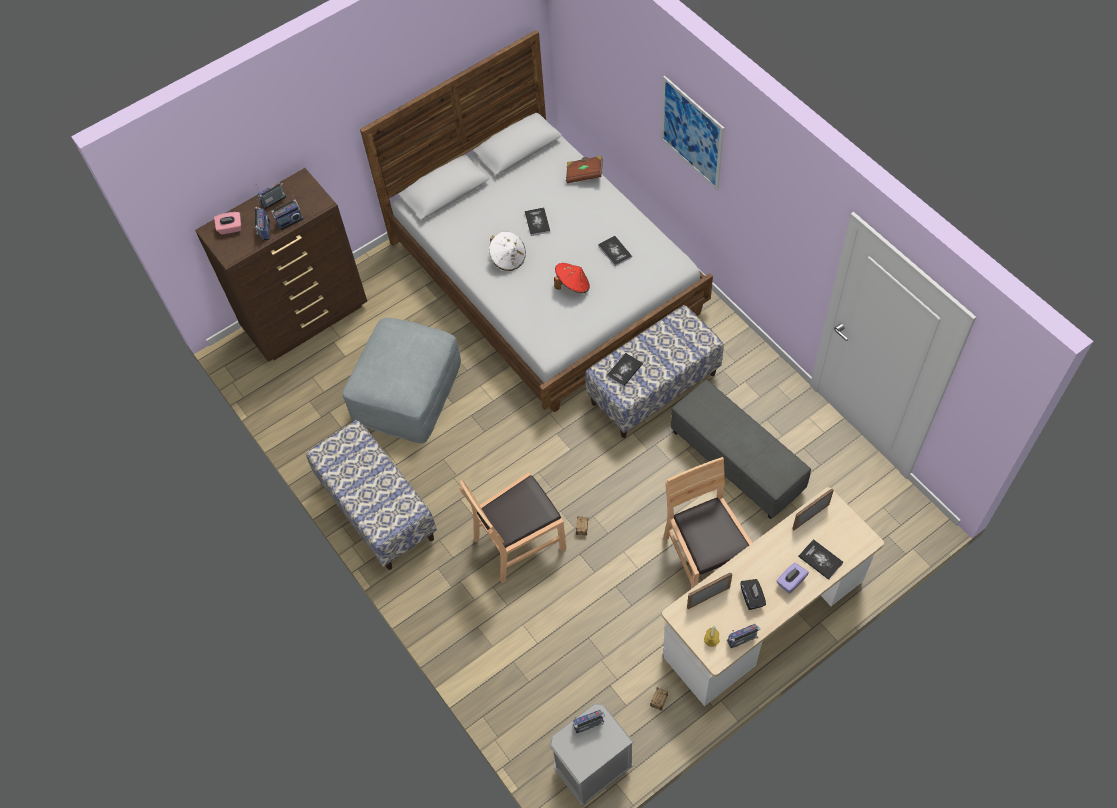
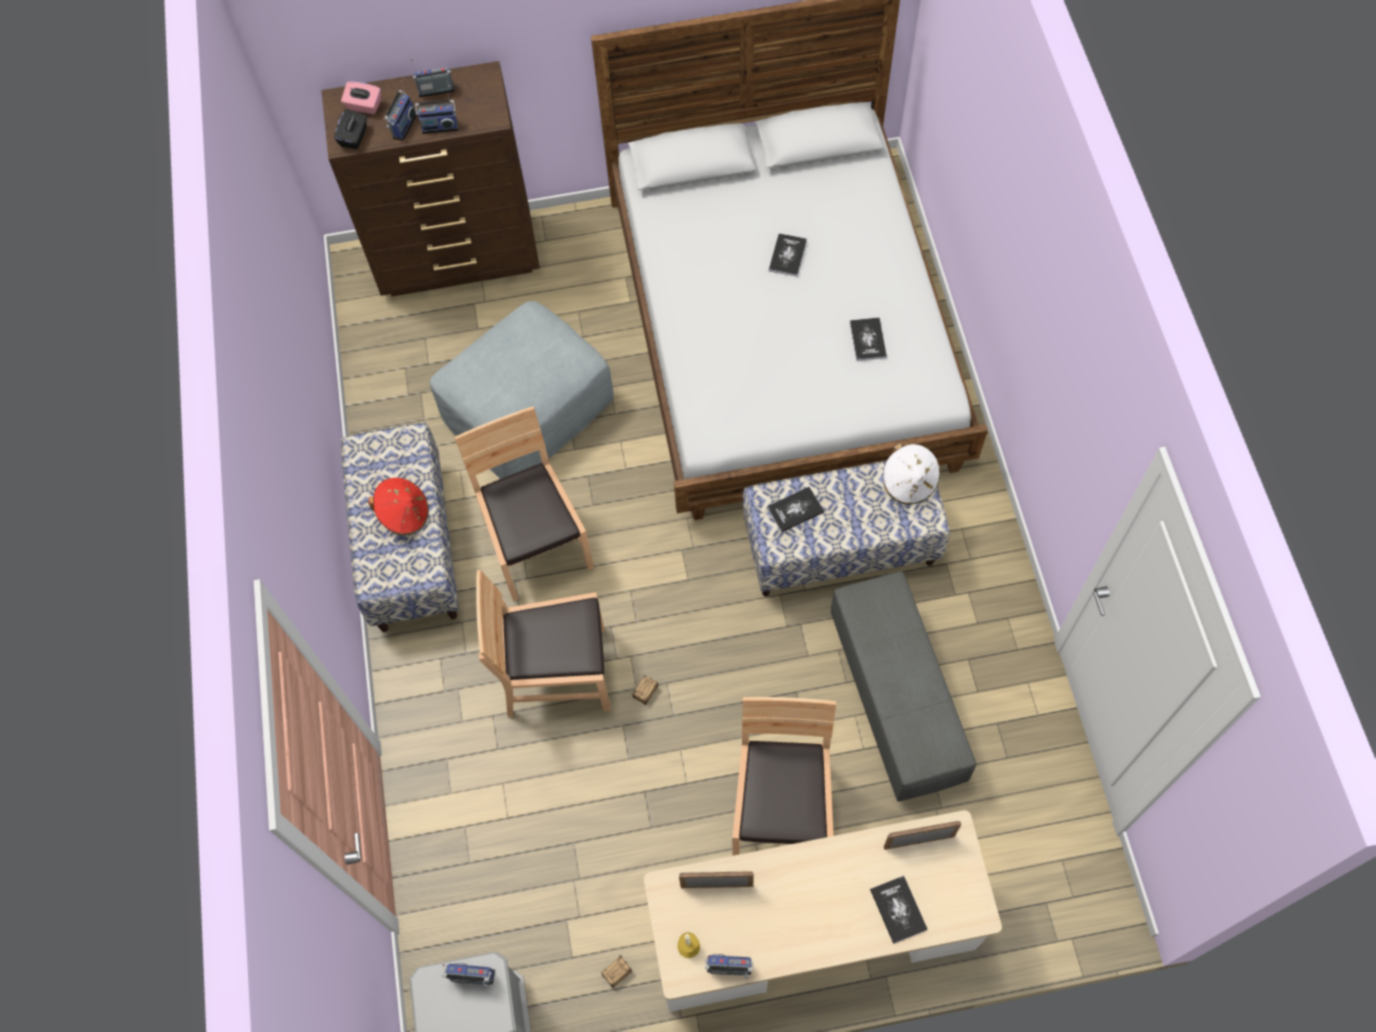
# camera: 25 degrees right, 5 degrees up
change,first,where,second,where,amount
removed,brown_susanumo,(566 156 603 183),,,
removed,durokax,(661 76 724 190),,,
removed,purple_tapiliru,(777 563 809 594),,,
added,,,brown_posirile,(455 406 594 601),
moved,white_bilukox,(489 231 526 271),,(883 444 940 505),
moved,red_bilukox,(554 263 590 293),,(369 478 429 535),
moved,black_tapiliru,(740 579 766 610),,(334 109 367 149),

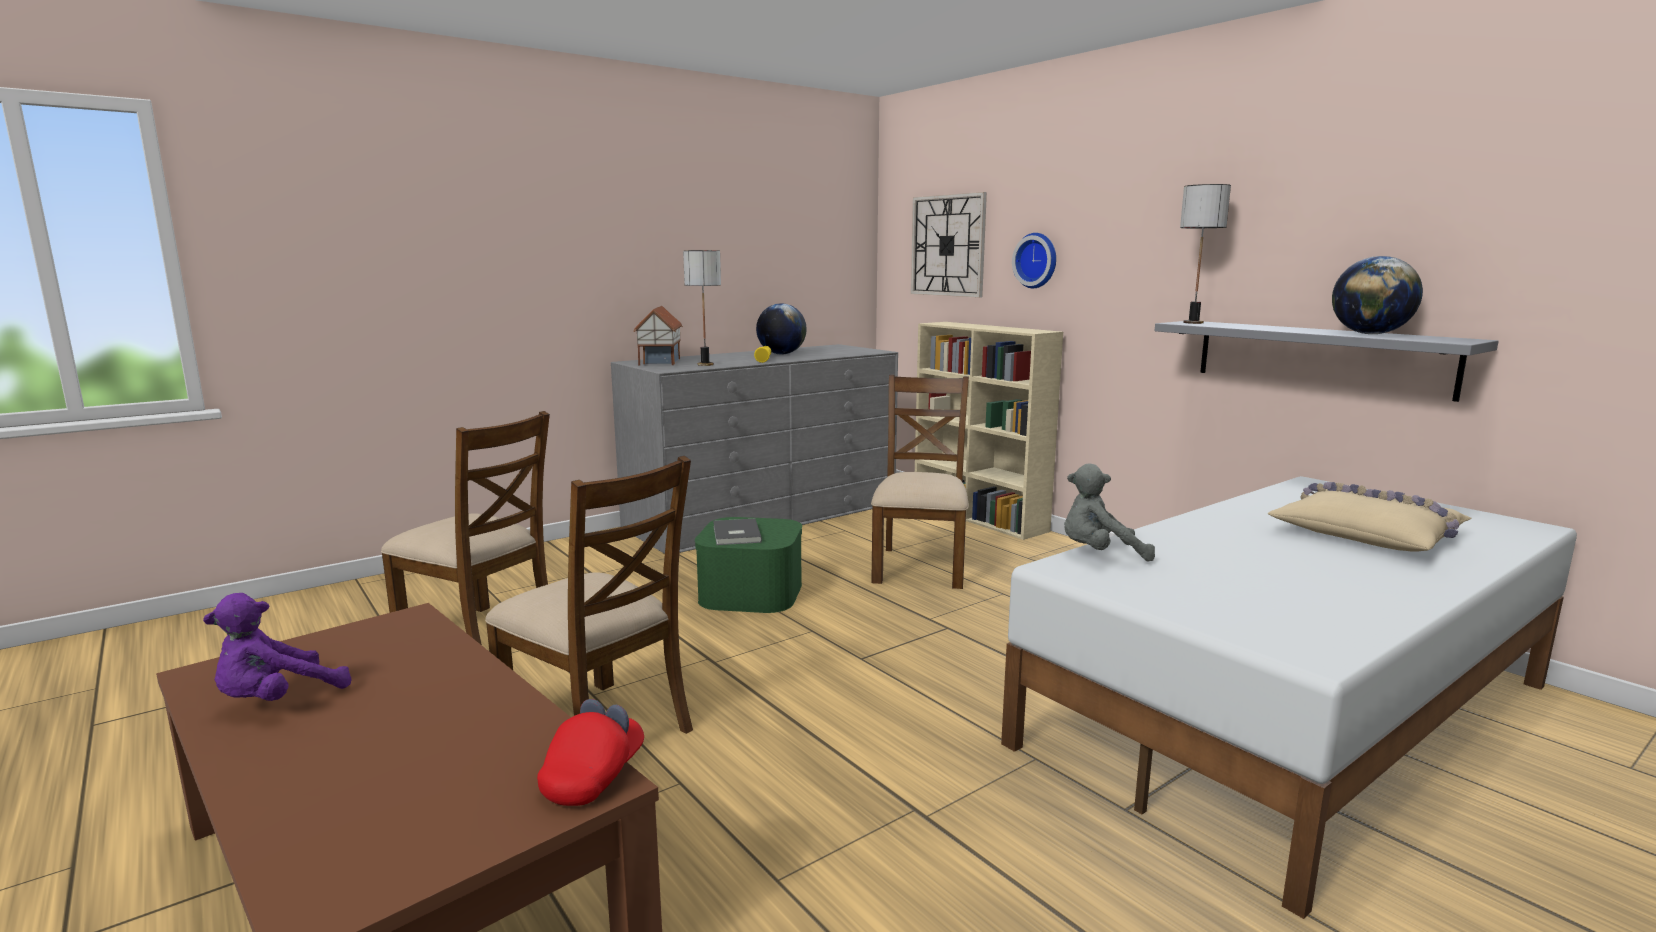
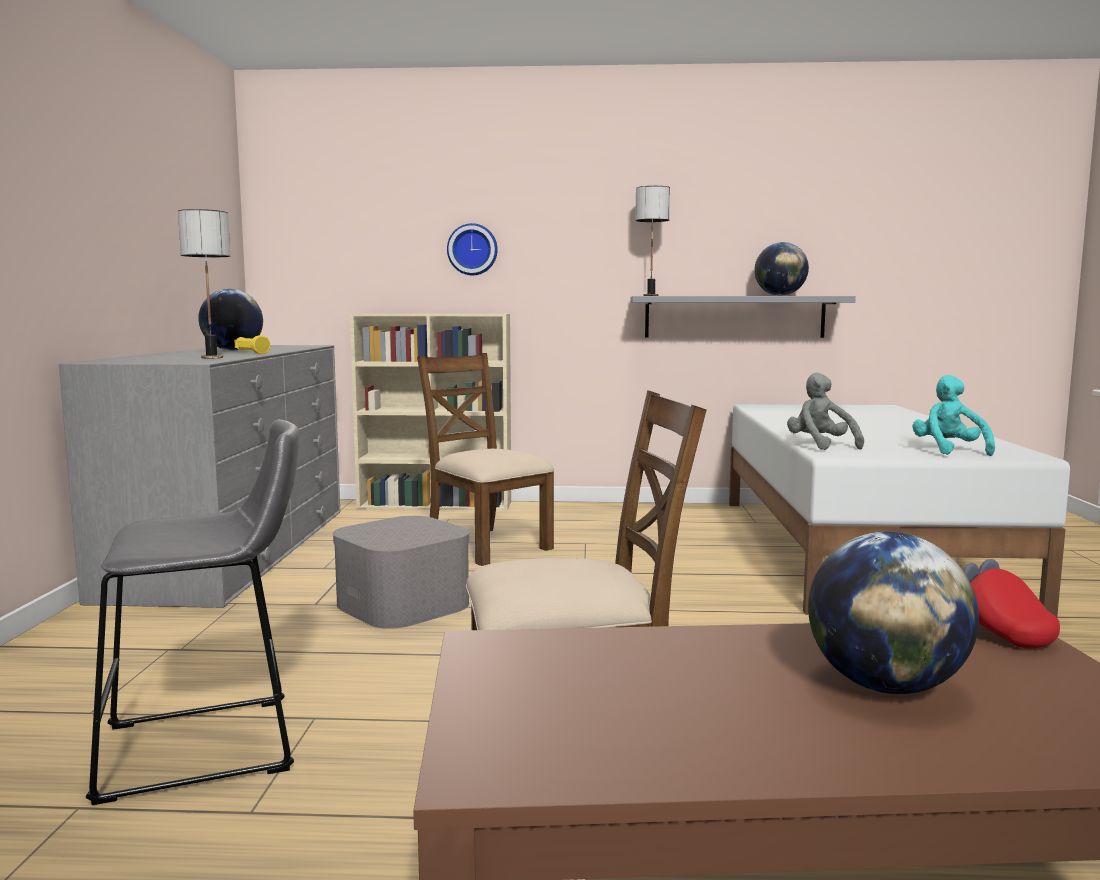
# camera: 50 degrees left, 5 degrees down
change,first,where,second,where,amount
removed,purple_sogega,(203 593 352 701),,,
removed,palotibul,(633 306 683 366),,,
removed,grey_susanumo,(713 519 762 545),,,
removed,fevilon,(911 192 987 298),,,
removed,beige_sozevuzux,(1268 482 1472 551),,,
added,,,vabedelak,(808 532 979 694),
added,,,turquoise_sogega,(912 375 995 456),
replaced,brown_posirile,(381 411 550 645),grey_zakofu,(86 419 299 805),
recoloured,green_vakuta,(695 517 802 613),grey_vakuta,(332 516 470 629),
turned,grey_sogega,(1064 463 1155 562),,(787 373 864 450),120 degrees clockwise

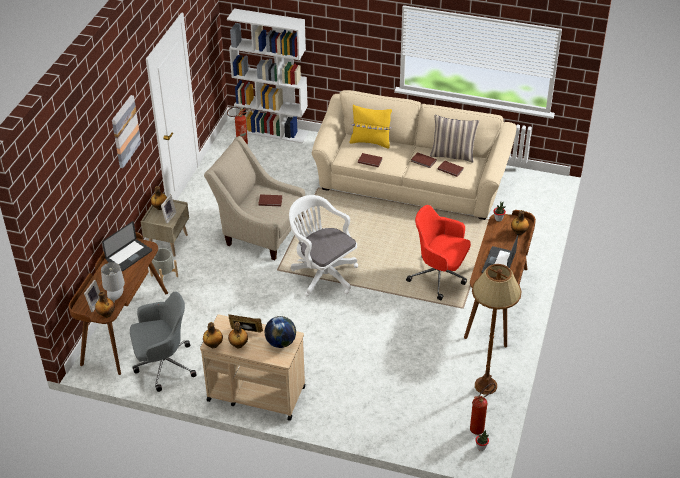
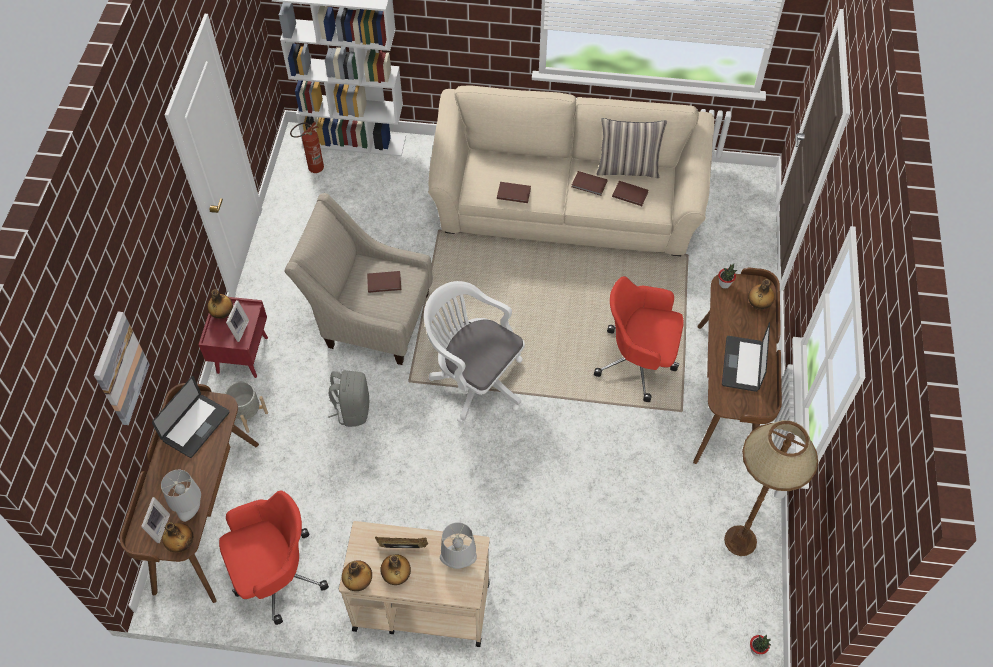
# camera: 10 degrees left, 15 degrees up
change,first,where,second,where,amount
removed,yellow_sozevuzux,(349 104 392 149),,,
removed,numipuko,(470 383 496 435),,,
added,,,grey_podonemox,(328 370 370 427),
moved,durokax,(112 95 141 168),,(94 312 150 425),
replaced,vabedelak,(265 316 296 348),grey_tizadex,(440 522 477 569),
recoloured,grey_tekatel,(130 291 197 392),red_tekatel,(219 490 329 625),
recoloured,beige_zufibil,(141 200 189 257),red_zufibil,(199 297 268 378),

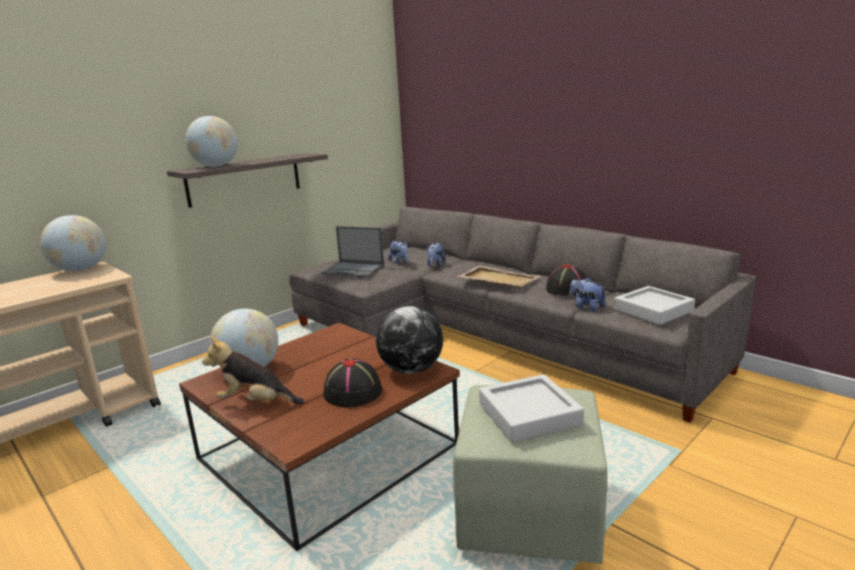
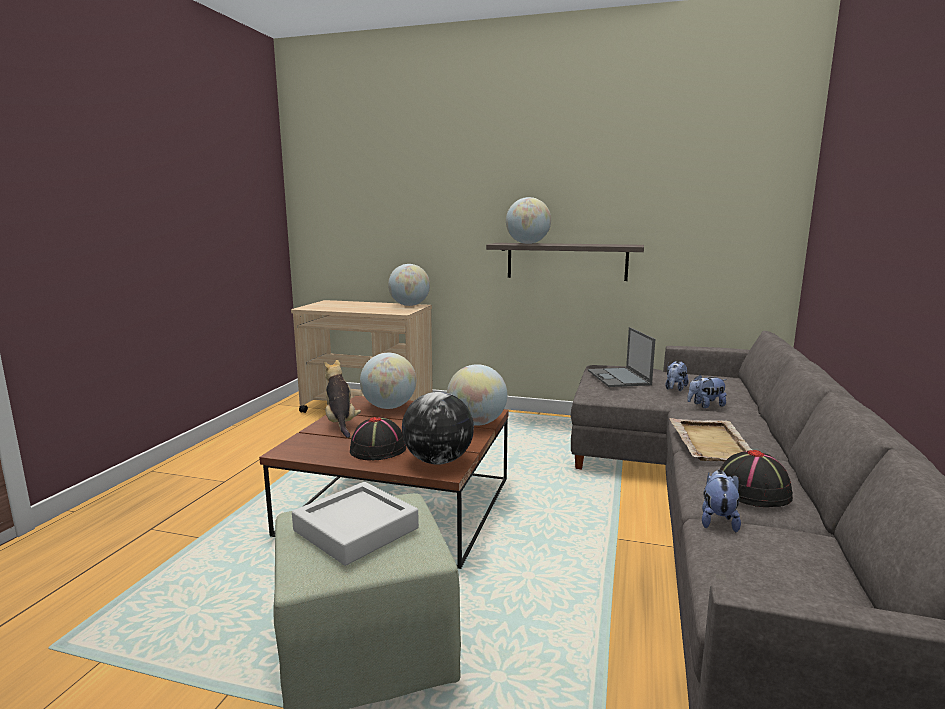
# camera: 60 degrees right, 5 degrees down
change,first,where,second,where,amount
removed,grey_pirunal,(614 286 695 325),,,
added,,,vabedelak,(447 364 507 426),

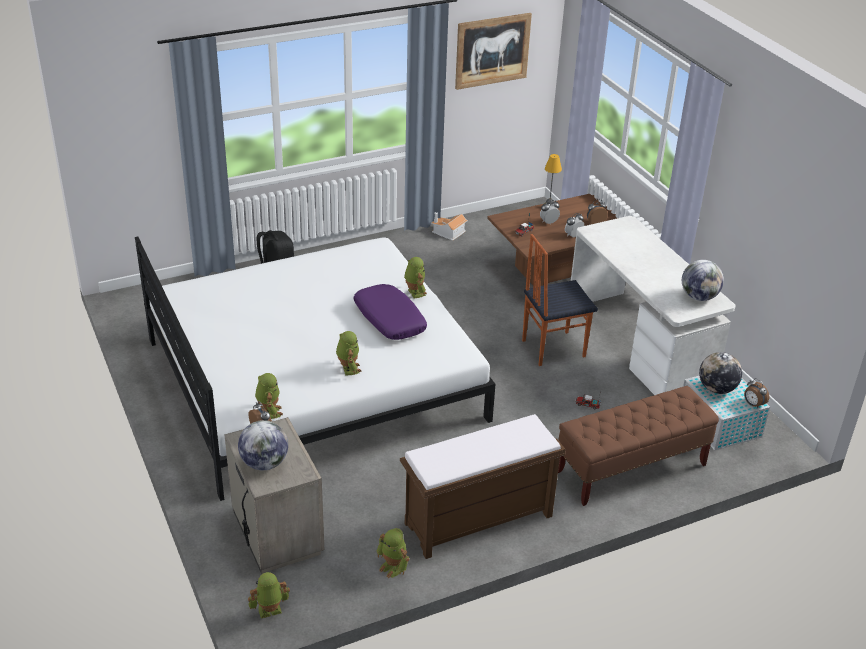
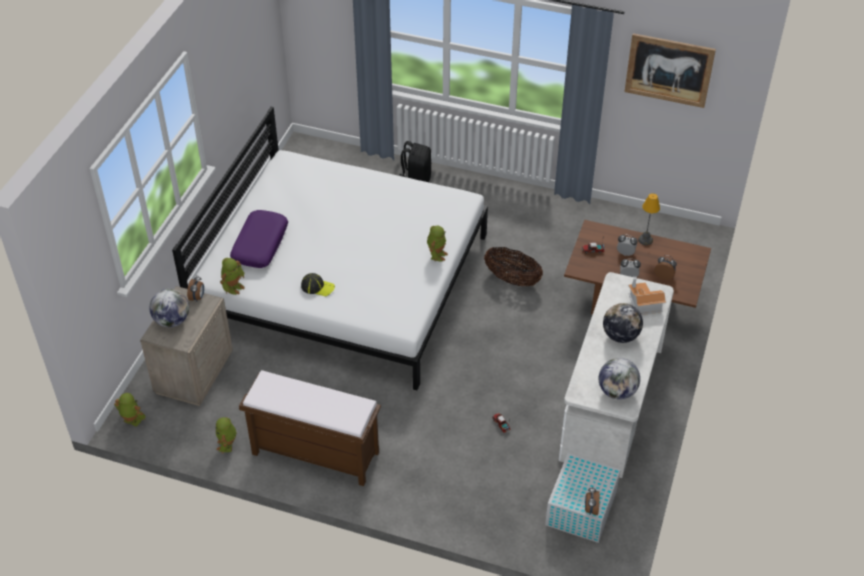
# camera: 45 degrees right, 10 degrees up
change,first,where,second,where,amount
removed,posirile,(522 234 598 366),,,
removed,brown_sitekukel,(558 386 719 506),,,
added,,,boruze,(484 247 543 286),
moved,purple_sozevuzux,(354 284 427 340),,(230 210 288 268),
moved,palotibul,(431 212 468 241),,(628 277 666 315),
moved,vabedelak,(699 352 742 394),,(603 303 643 343),
replaced,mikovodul,(336 331 362 376),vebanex,(301 273 335 297),

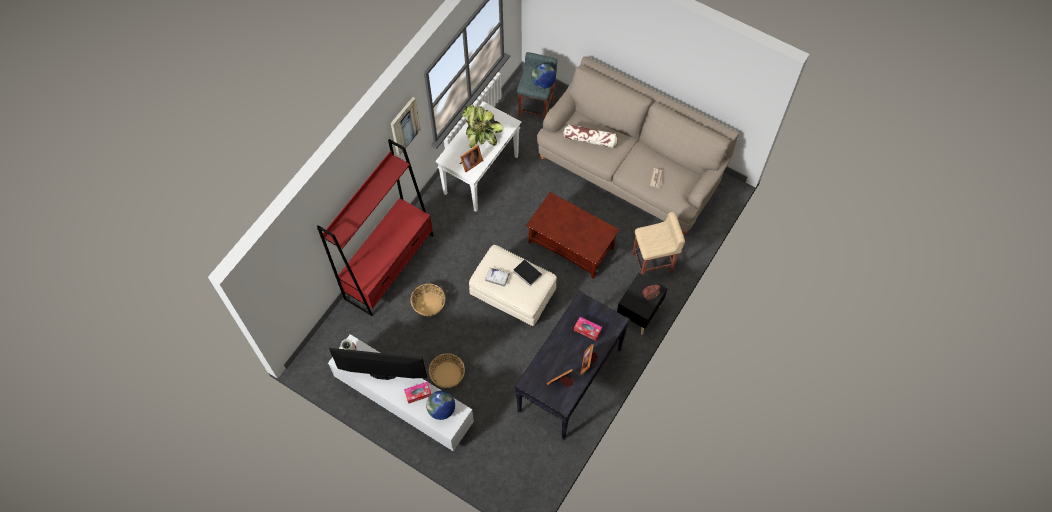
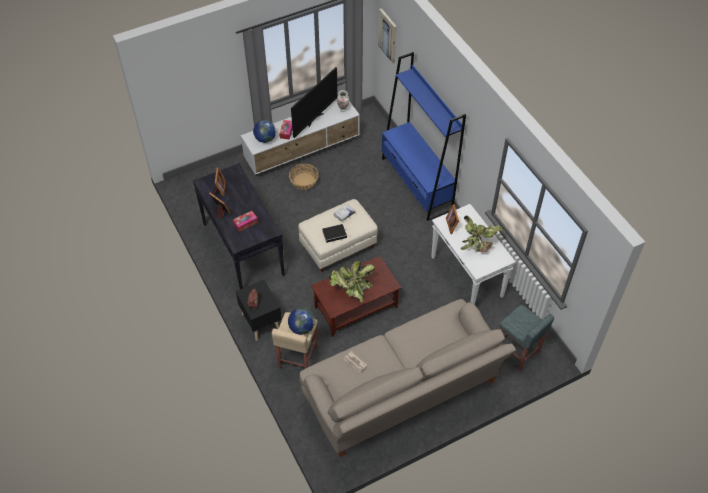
# camera: 120 degrees right, 10 degrees down
change,first,where,second,where,amount
removed,boruze,(411 284 446 316),,,
removed,sozevuzux,(564 124 618 148),,,
added,,,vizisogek,(329 261 375 303),
moved,durokax,(391 97 421 156),,(378 8 397 63),
moved,vabedelak,(531 63 556 89),,(288 308 315 335),
recoloured,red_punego,(317 139 434 316),blue_punego,(382 52 466 221),

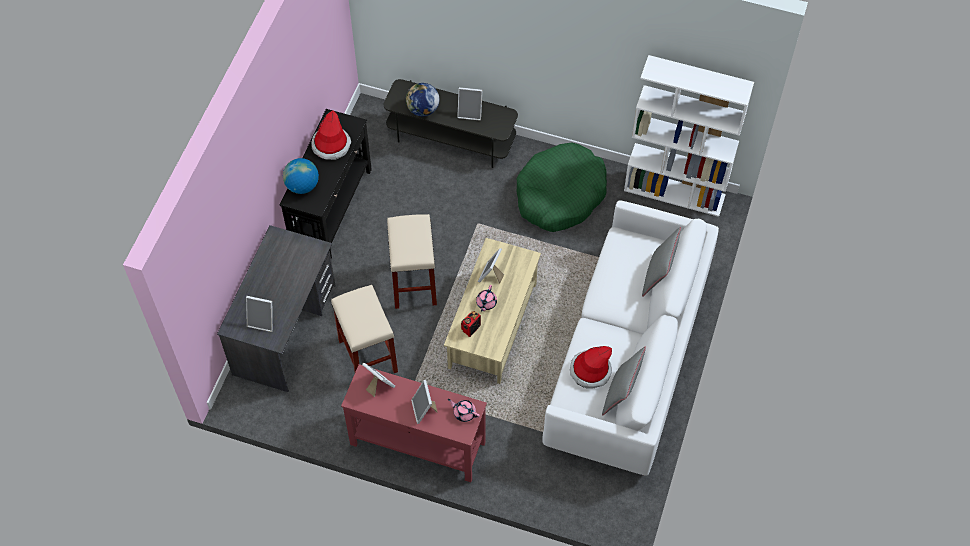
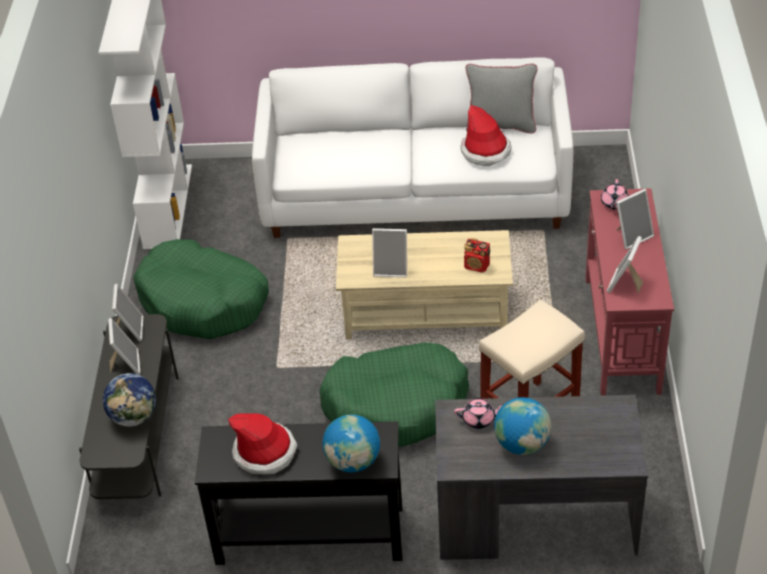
# camera: 105 degrees left, 15 degrees down
change,first,where,second,where,amount
removed,grey_sozevuzux,(642 227 681 297),,,
added,,,vabedelak,(494 397 552 455),
moved,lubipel,(246 296 273 332),,(112 284 143 341),
moved,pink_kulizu,(476 285 497 312),,(454 398 503 429),
replaced,beige_zakofu,(387 214 437 309),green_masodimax,(319 342 469 447),

